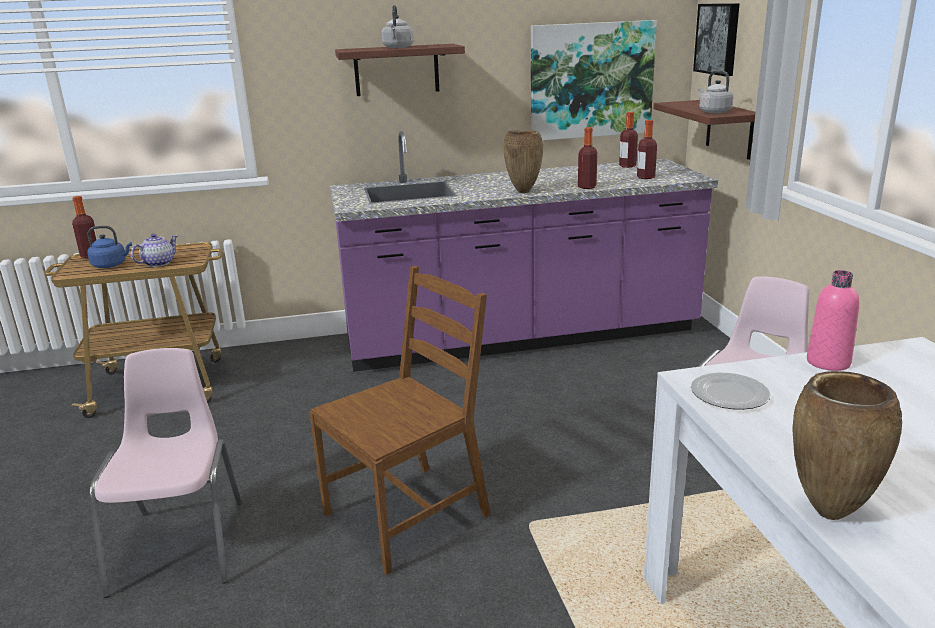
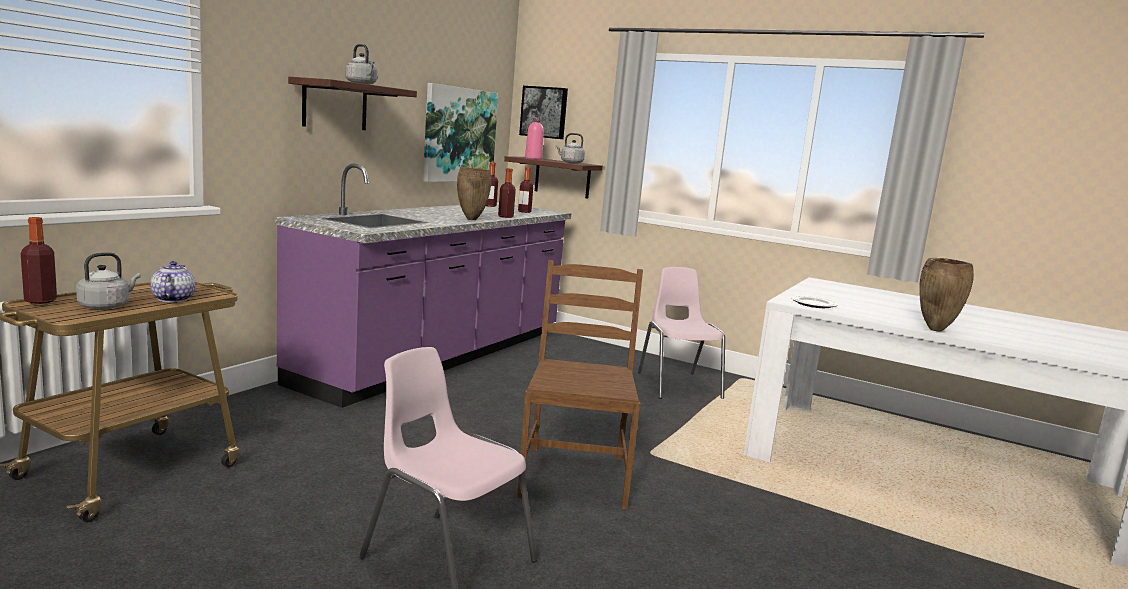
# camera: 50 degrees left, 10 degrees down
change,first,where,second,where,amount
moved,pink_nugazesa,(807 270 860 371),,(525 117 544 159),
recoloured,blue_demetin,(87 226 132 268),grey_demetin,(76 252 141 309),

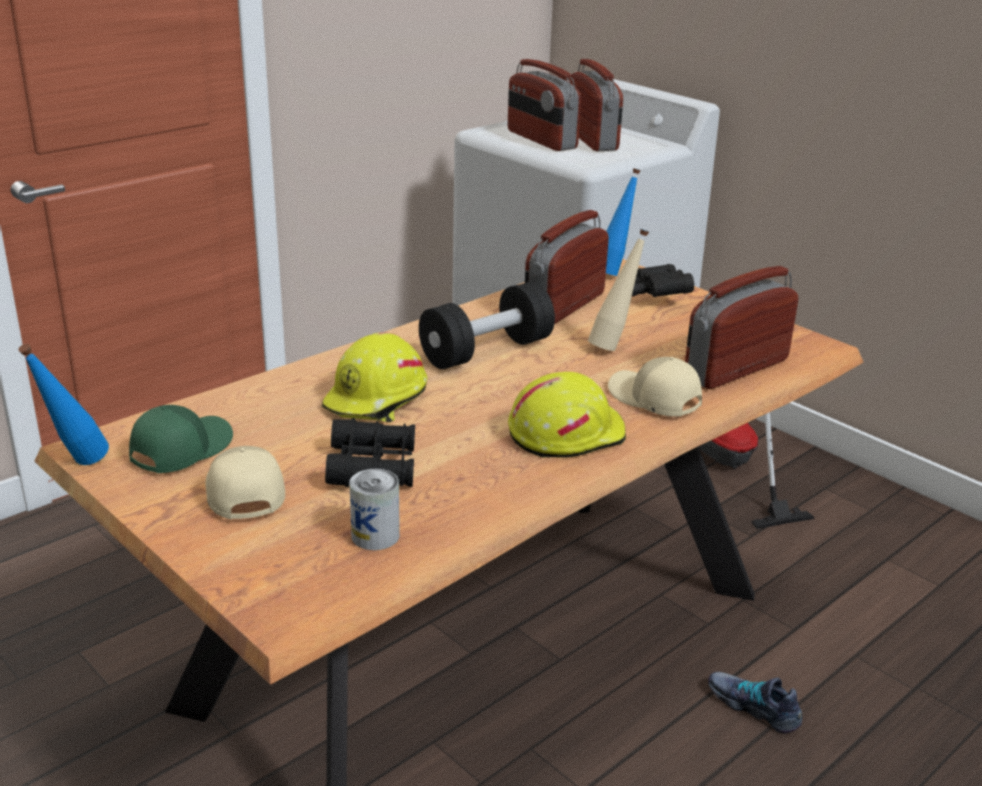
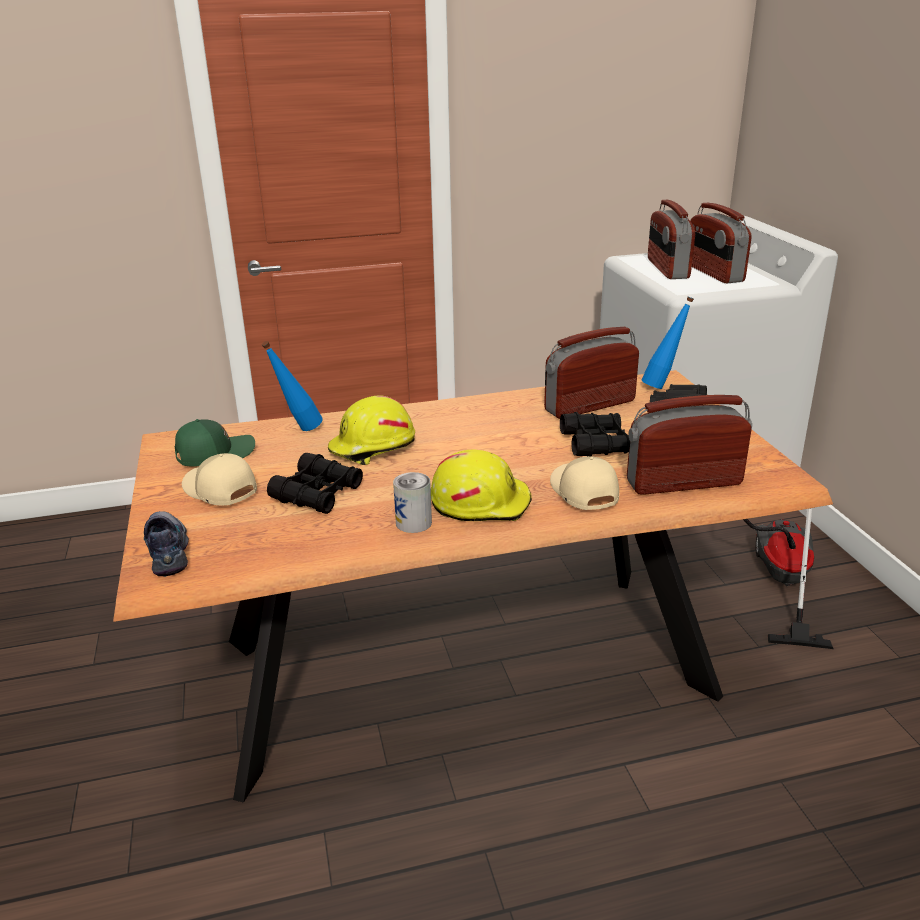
# camera: 30 degrees right, 0 degrees up
change,first,where,second,where,amount
removed,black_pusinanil,(419 282 555 369),,,
moved,blue_nugazesa,(18 344 109 465),,(262 341 323 431),
moved,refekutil,(349 469 400 550),,(393 472 432 533),
moved,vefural,(708 672 802 734),,(144 511 189 577),
replaced,beige_nugazesa,(588 229 649 351),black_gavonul,(560 412 630 456),
turned,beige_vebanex,(206 446 285 520),,(182 453 257 506),60 degrees counterclockwise
turned,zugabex,(569 59 623 151),,(690 203 752 283),150 degrees clockwise

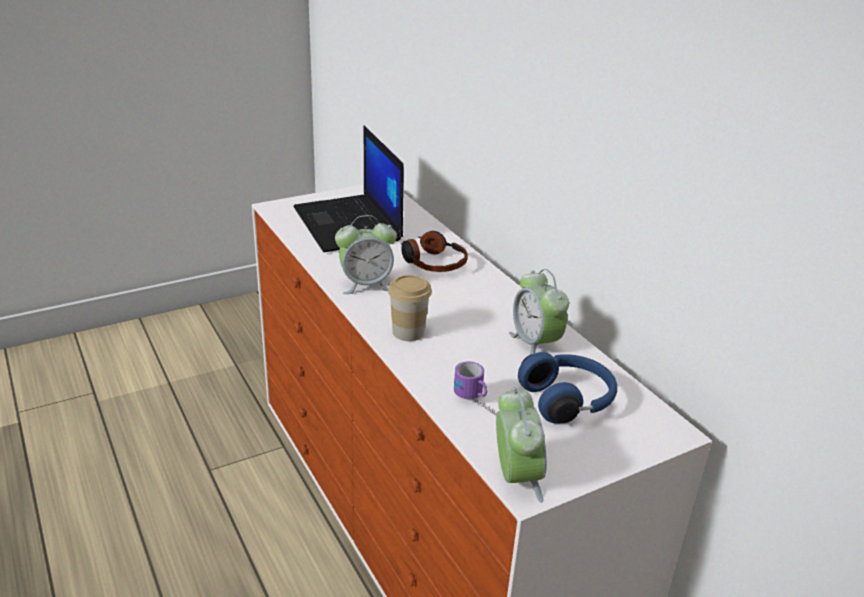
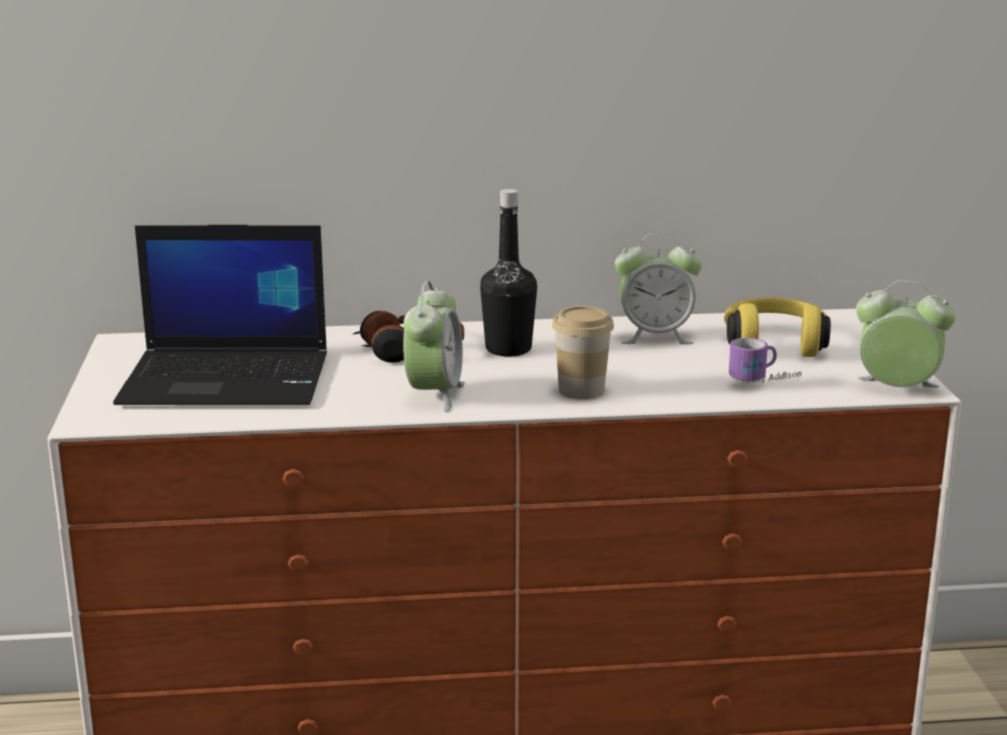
# camera: 65 degrees left, 10 degrees down
change,first,where,second,where,amount
added,,,black_nugazesa,(480 189 537 356),
recoloured,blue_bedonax,(518 352 617 424),yellow_bedonax,(724 297 831 357),

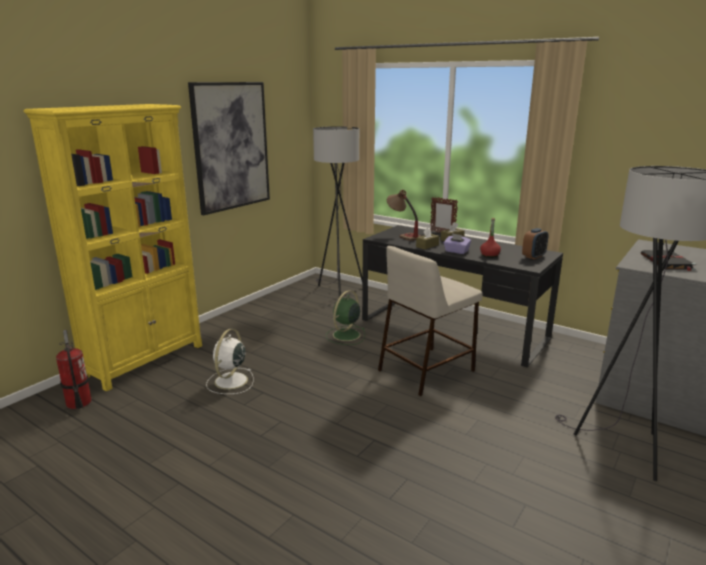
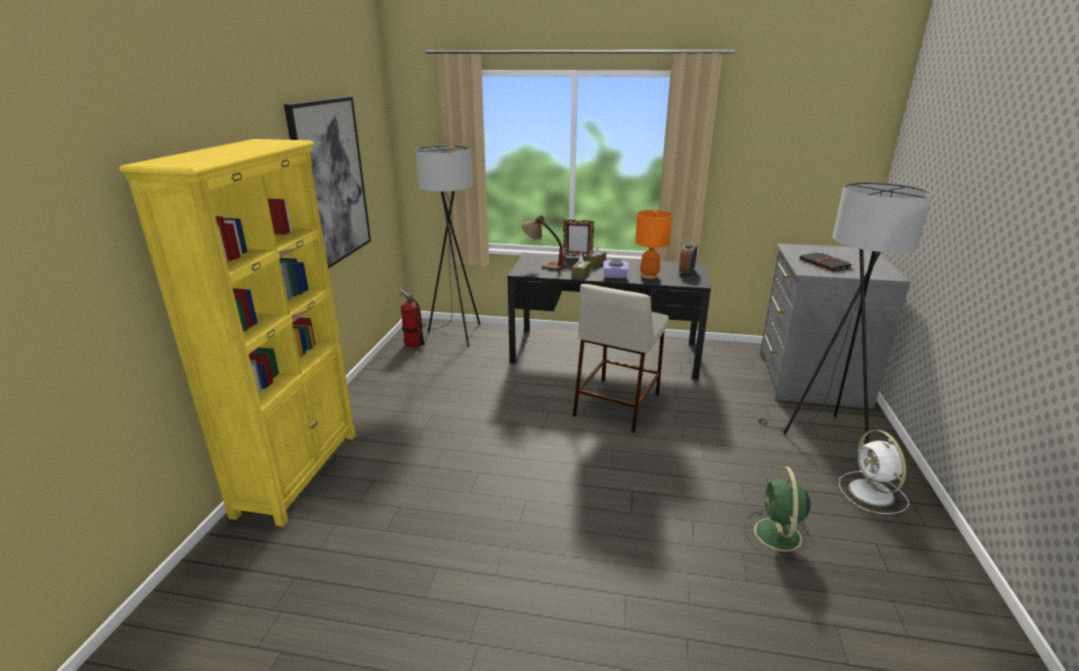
# camera: 25 degrees left, 5 degrees up
change,first,where,second,where,amount
moved,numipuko,(56 330 92 409),,(399 288 425 348),
moved,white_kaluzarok,(206 329 254 394),,(838 430 909 514),
moved,green_kaluzarok,(326 290 365 345),,(744 466 816 561),
replaced,red_nugazesa,(480 218 501 258),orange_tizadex,(635 210 672 279),

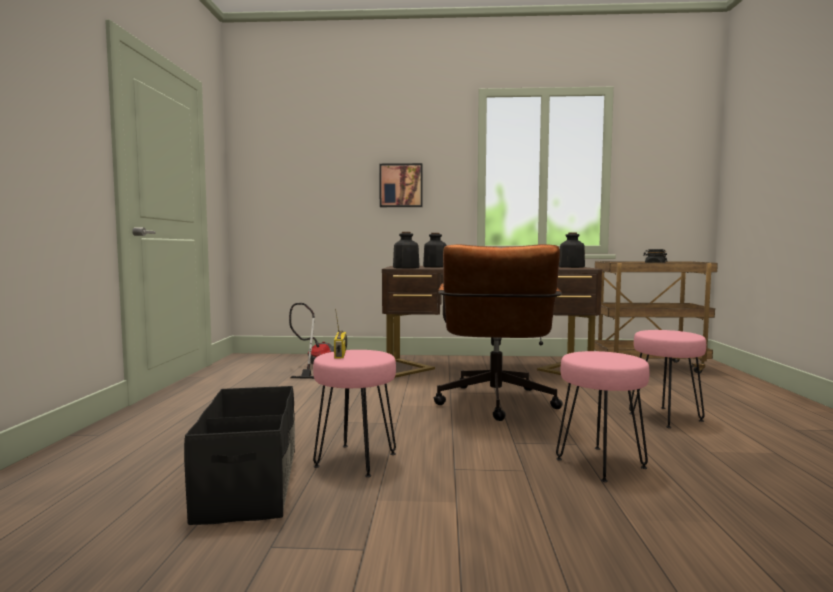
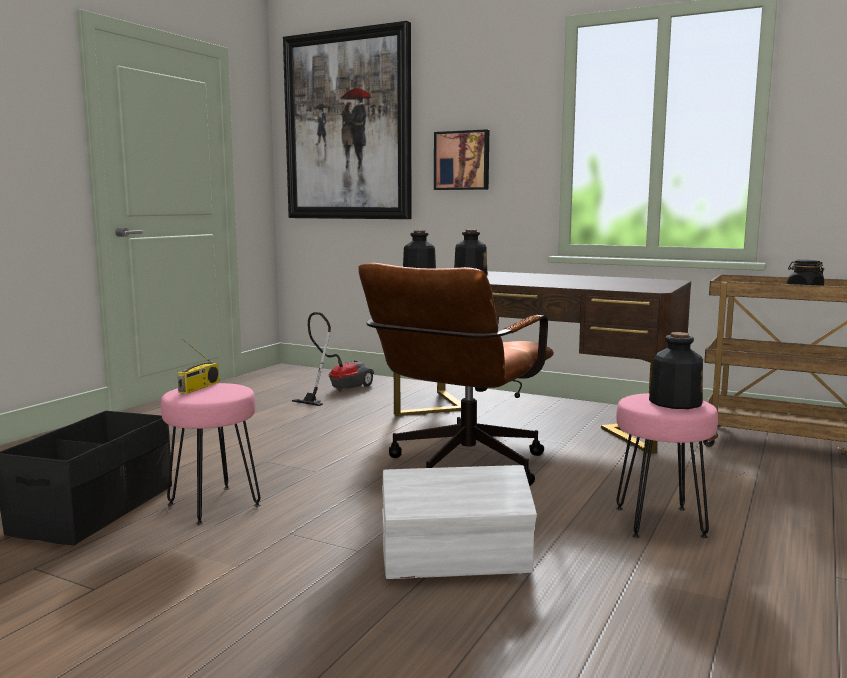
# camera: 25 degrees right, 5 degrees up
change,first,where,second,where,amount
added,,,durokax,(283 21 412 219),
moved,nugazesa,(559 232 585 268),,(649 332 703 409),
replaced,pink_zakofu,(556 351 649 482),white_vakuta,(382 465 537 579),

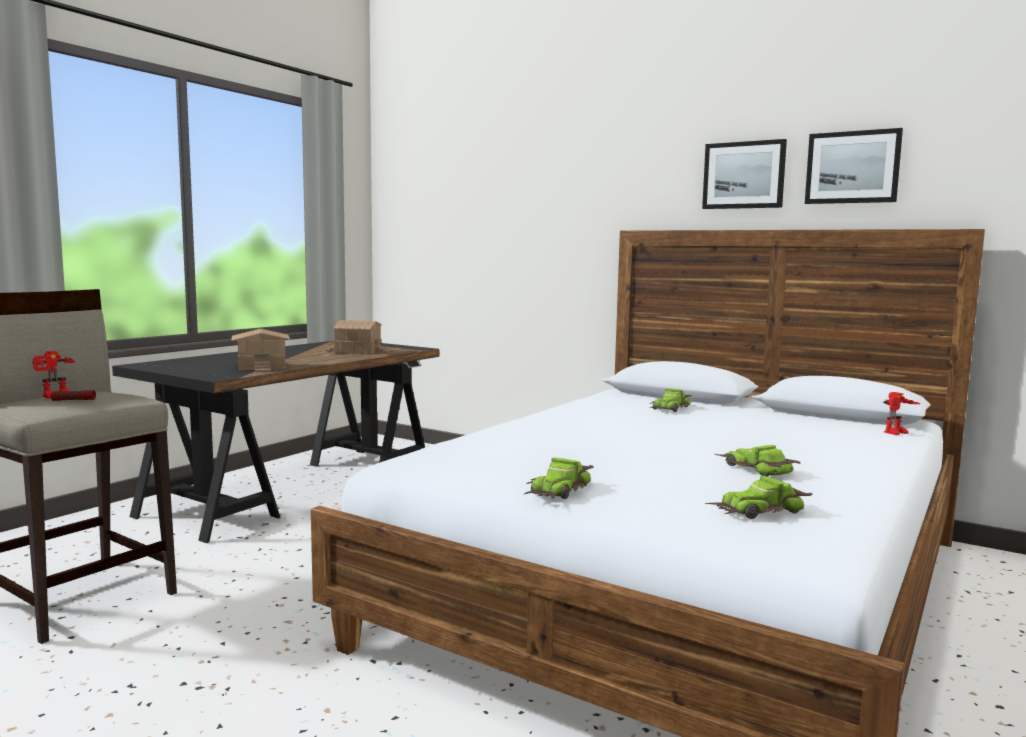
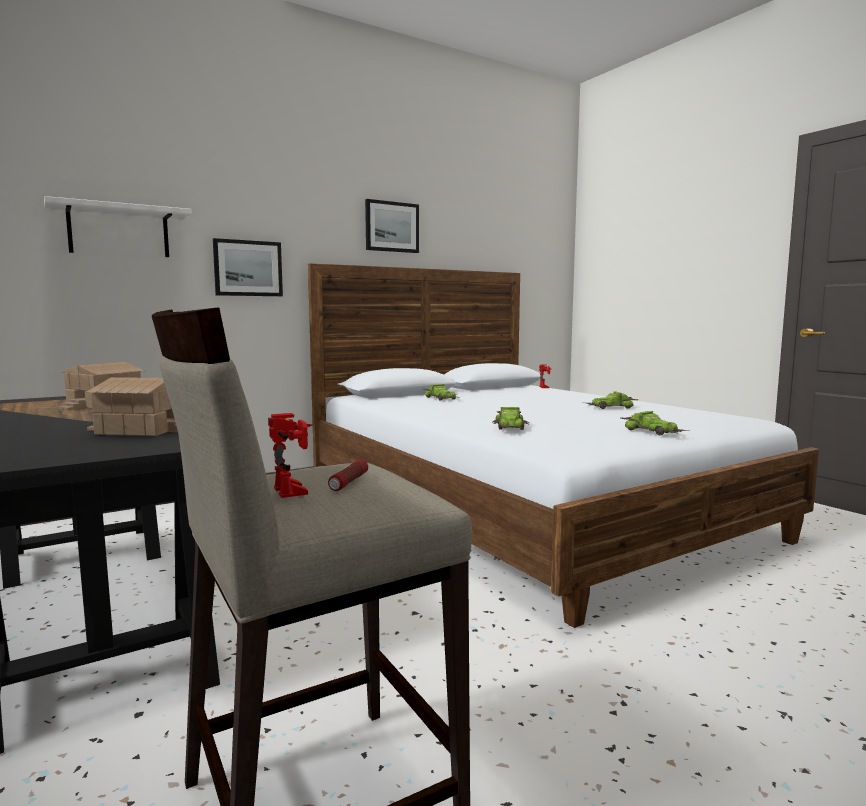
# camera: 65 degrees left, 0 degrees up
change,first,where,second,where,amount
added,,,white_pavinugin,(44 196 192 257),
moved,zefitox,(705 476 813 519),,(493 407 529 430),
moved,durokax,(805 128 903 204),,(213 238 283 296),

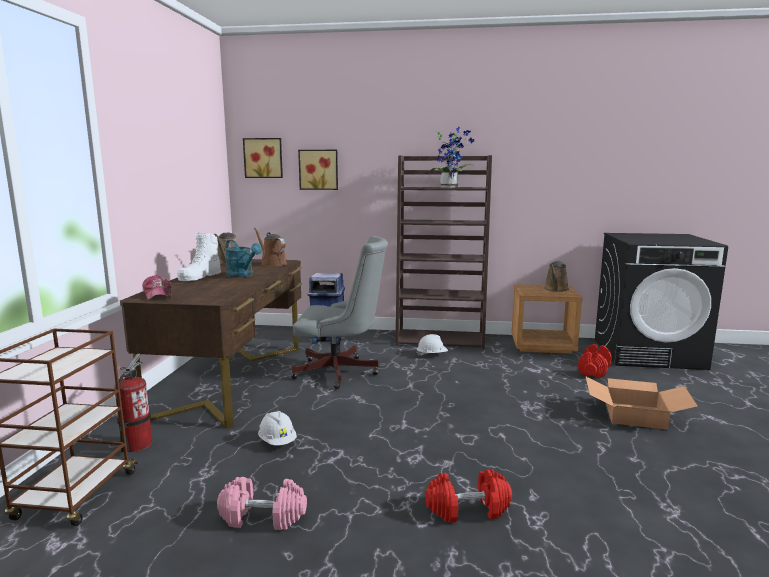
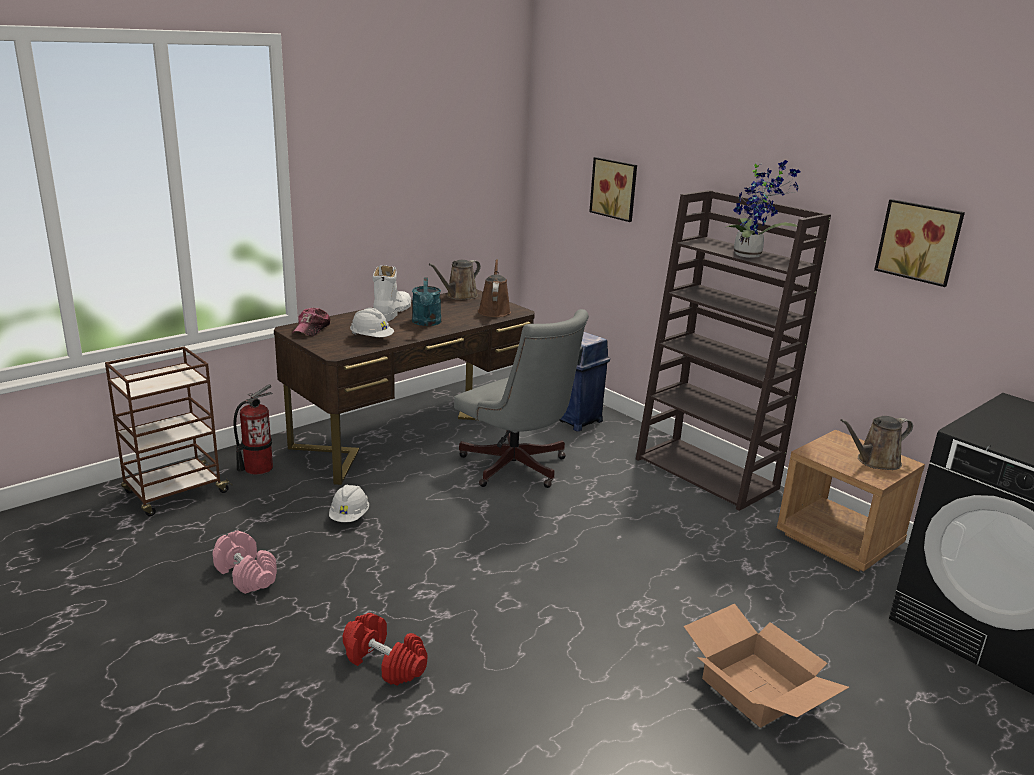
# camera: 40 degrees right, 10 degrees up
change,first,where,second,where,amount
removed,red_pusinanil,(578 344 612 378),,,
moved,durokax,(243 138 283 178),,(874 199 965 287),
moved,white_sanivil,(417 334 448 356),,(350 308 394 337),
turned,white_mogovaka,(177 233 221 281),,(373 265 411 322),135 degrees clockwise

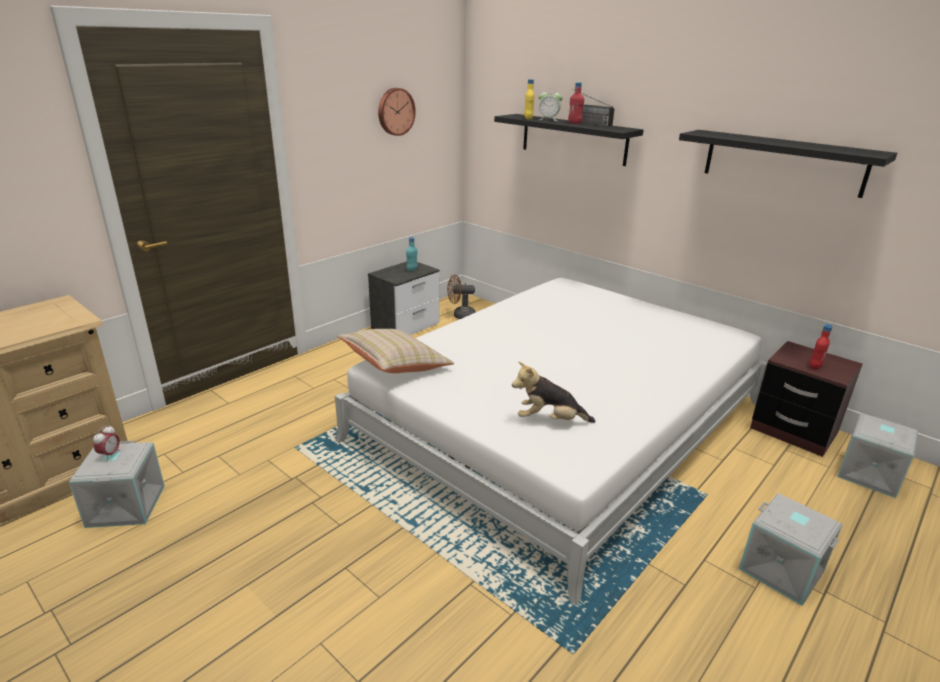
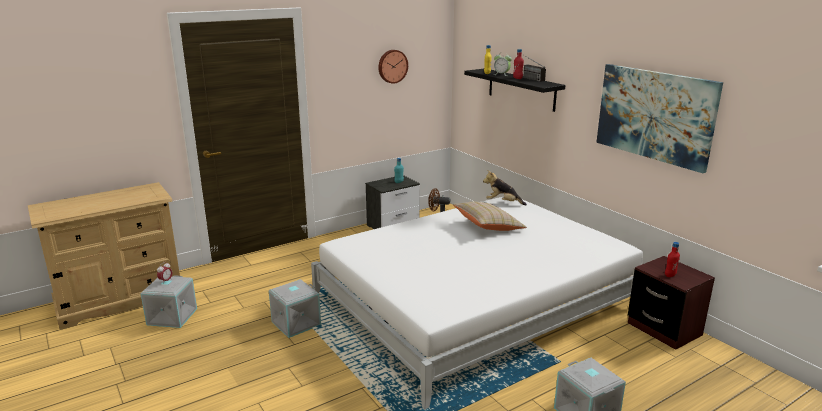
# camera: 15 degrees right, 5 degrees down
change,first,where,second,where,amount
moved,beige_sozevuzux,(337 329 454 373),,(453 202 527 231),
moved,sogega,(512 361 595 423),,(483 170 527 205),
moved,grey_vakuta,(837 413 918 498),,(269 279 321 338),
replaced,black_pavinugin,(679 130 897 198),durokax,(596 64 723 173),

